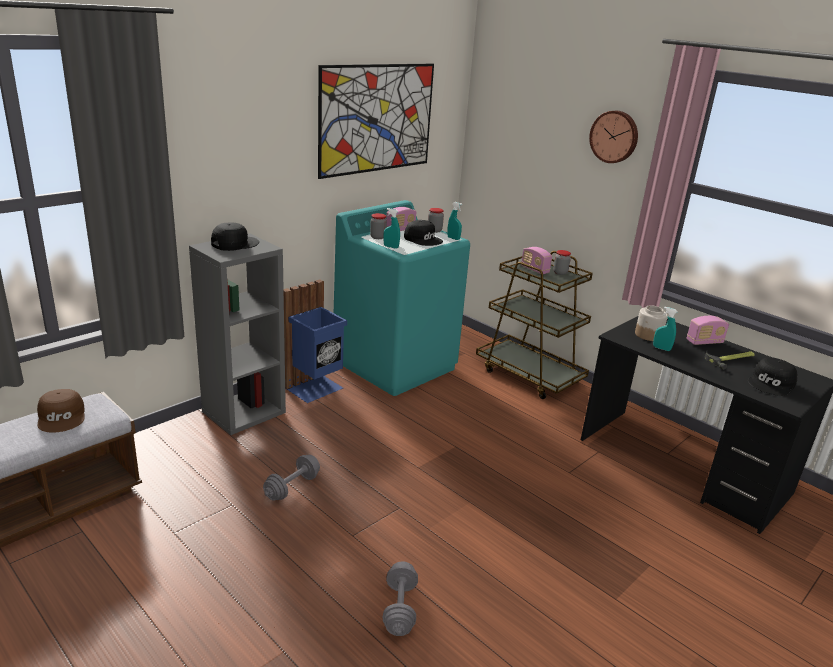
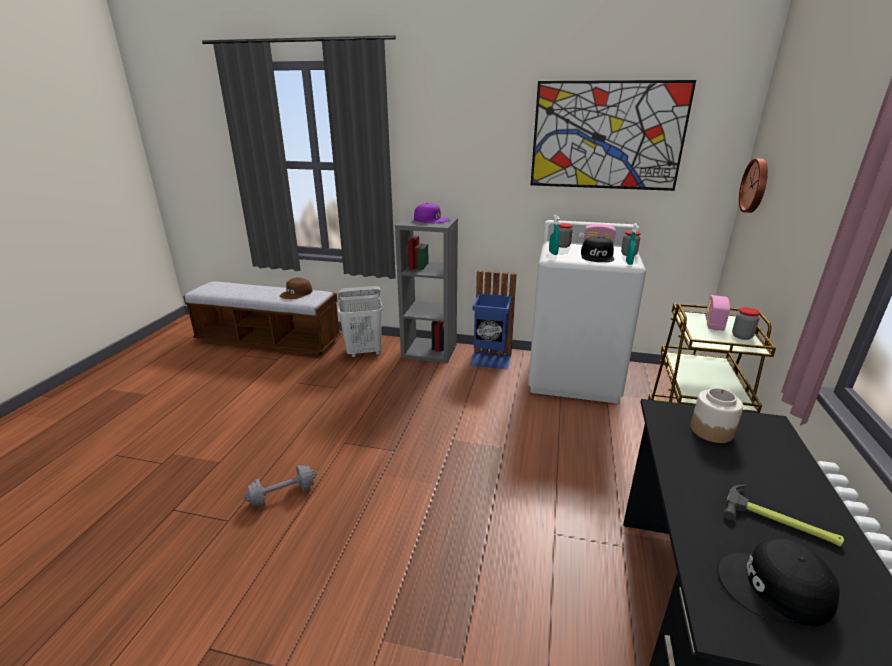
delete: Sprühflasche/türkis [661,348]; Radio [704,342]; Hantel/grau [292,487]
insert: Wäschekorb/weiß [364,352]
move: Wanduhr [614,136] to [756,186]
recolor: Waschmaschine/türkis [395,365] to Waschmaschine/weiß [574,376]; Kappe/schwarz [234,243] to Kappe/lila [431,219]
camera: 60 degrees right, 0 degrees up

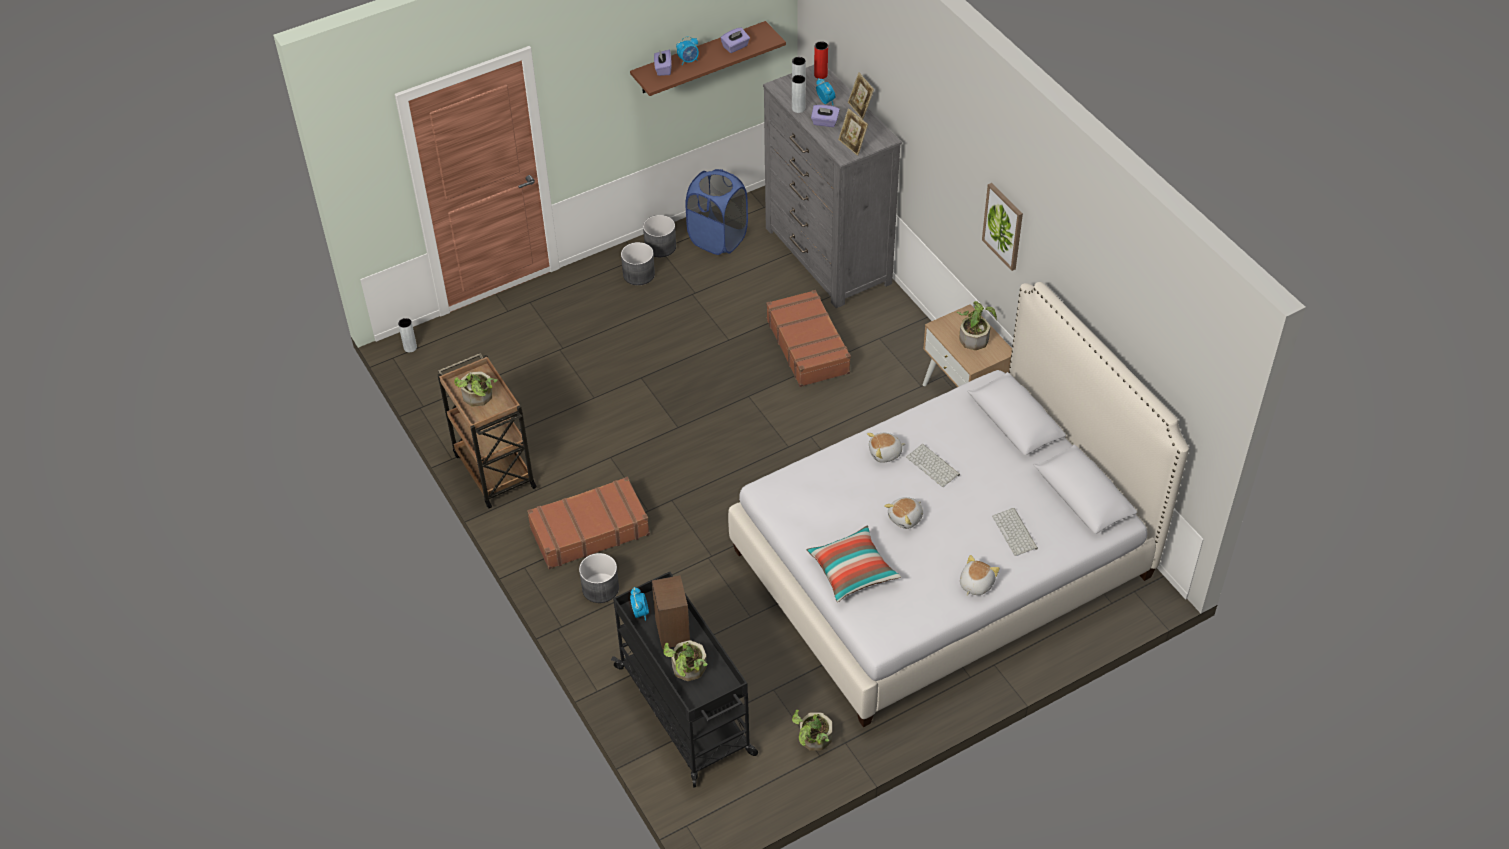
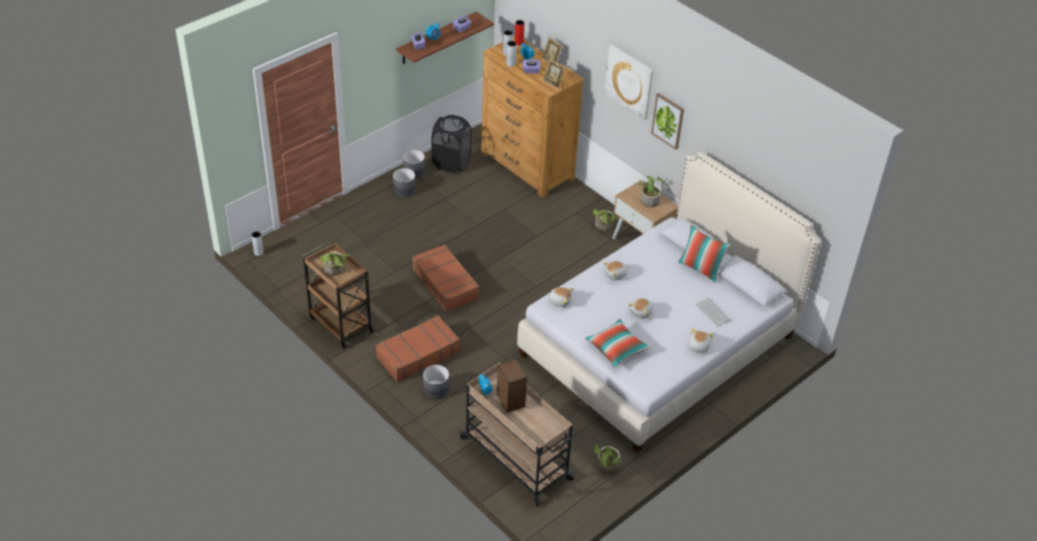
delete: Tastatur [934,466]
insert: Bild [629,81]; Kissen [700,269]; Plüschtier [560,300]
move: Koffer/braun [808,346] to [446,284]; Topfpflanze [687,671] to [603,226]
recolor: Kommode/grau [827,256] to Kommode/braun [527,166]; Wäschekorb/blau [718,239] to Wäschekorb/schwarz [451,163]; Rollwagen/schwarz [686,712] to Rollwagen/beige [517,459]
camera: 15 degrees left, 5 degrees down

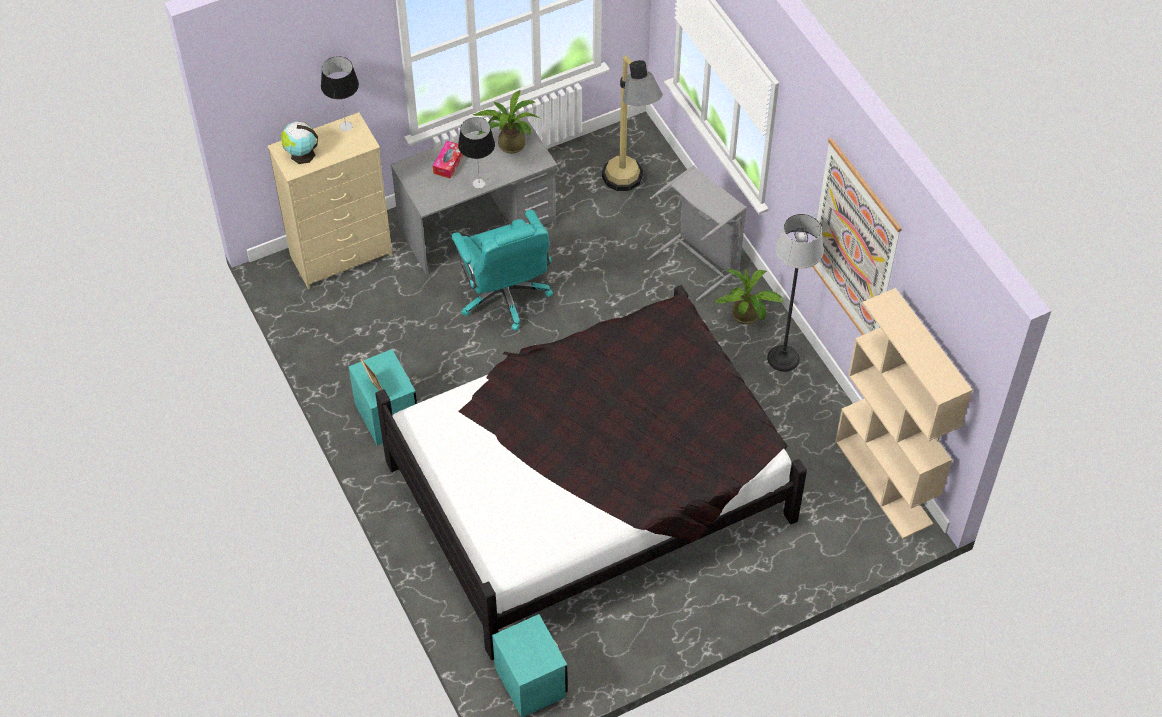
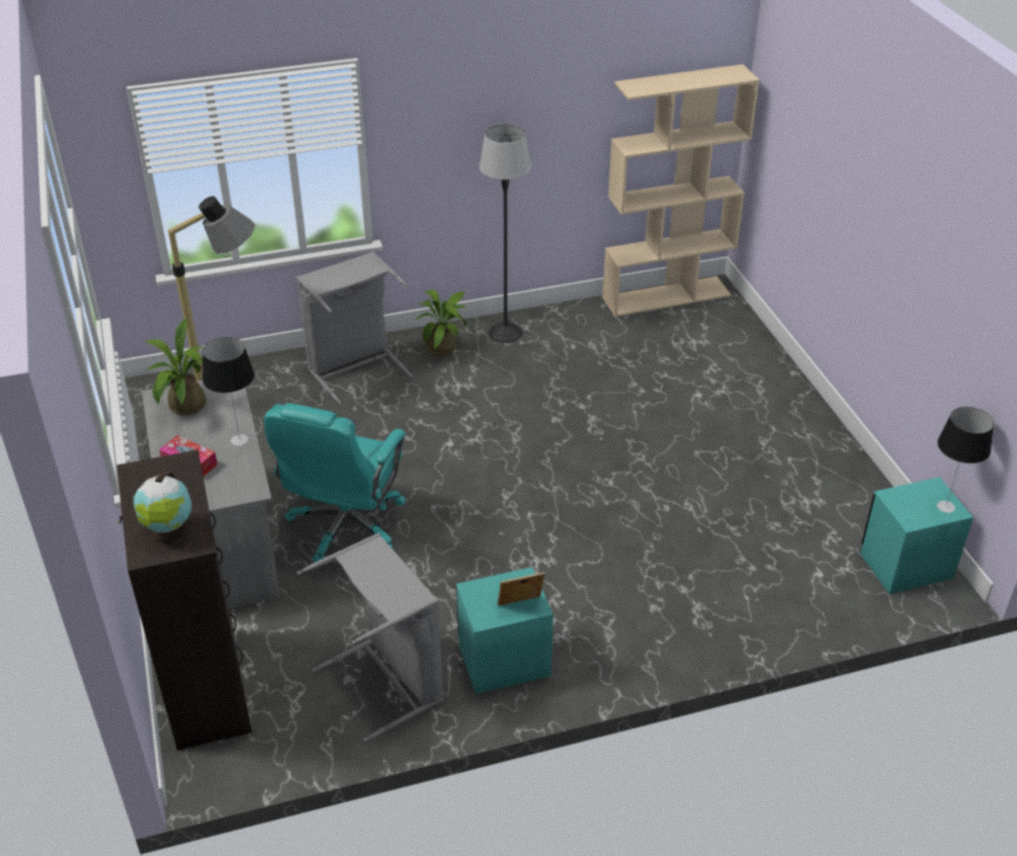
delete: Bild [854,245]; Bett/schwarz [591,489]
insert: Wäschekorb/grau [389,679]
move: Tischlampe [345,126] to [946,507]
recolor: Kommode/beige [342,256] to Kommode/schwarz [207,686]
rotate: Bürostuhl/türkis [505,296] = [346,526] 120 degrees clockwise
camera: 80 degrees left, 15 degrees down

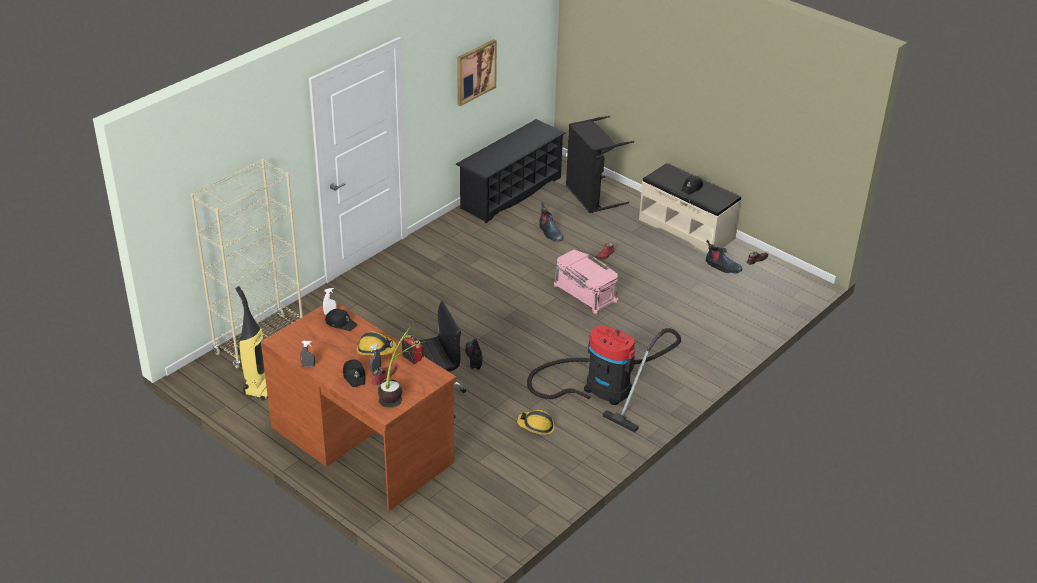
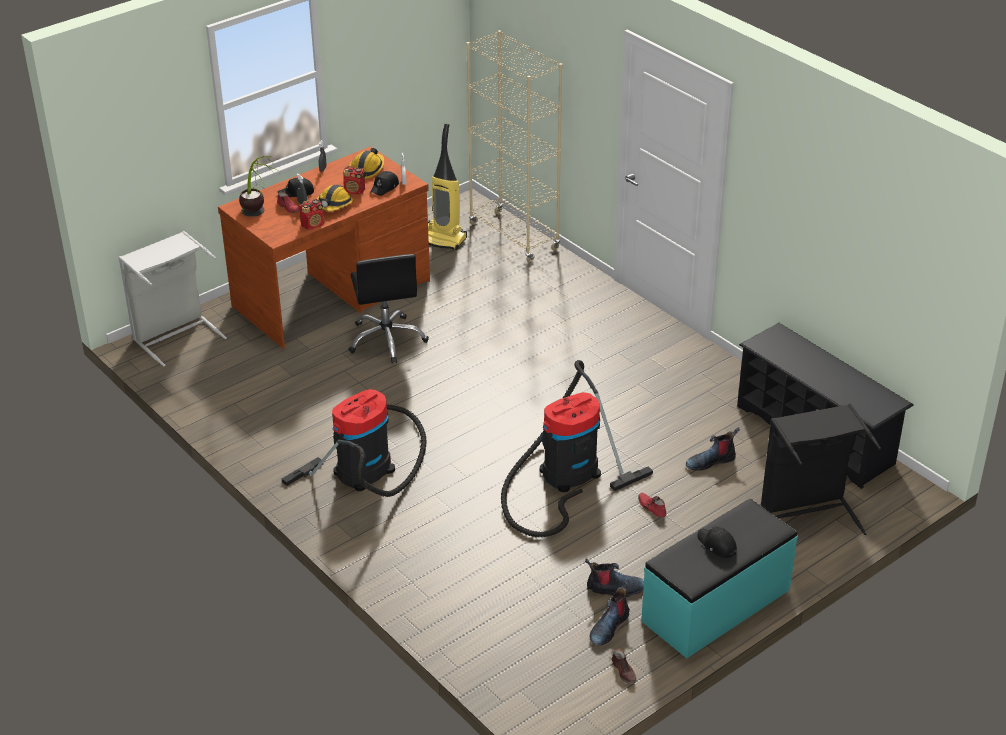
delete: Bild [475,72]
insert: Radio [354,191]; Wäschekorb/grau [175,335]
move: Stiefel [474,358] to [614,589]; Schutzhelm [536,426] to [367,169]
replace: Aufbewahrungsbox/rosa [584,292] to Staubsauger [565,477]
recolor: Bank/beige [687,228] to Bank/türkis [717,606]
camera: 100 degrees right, 0 degrees up

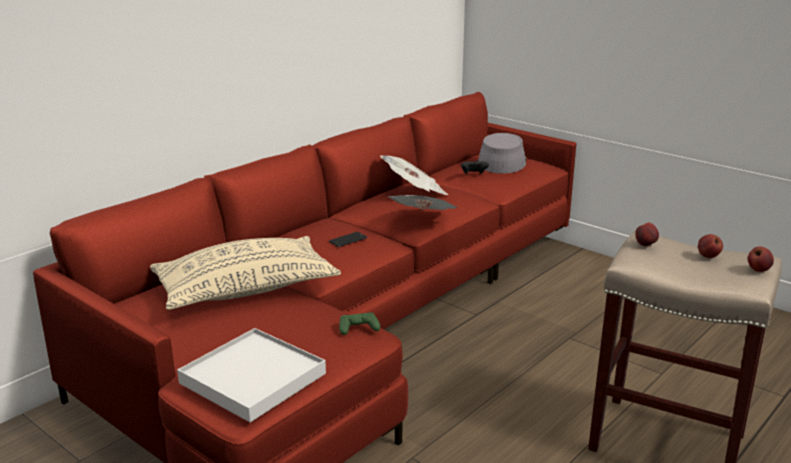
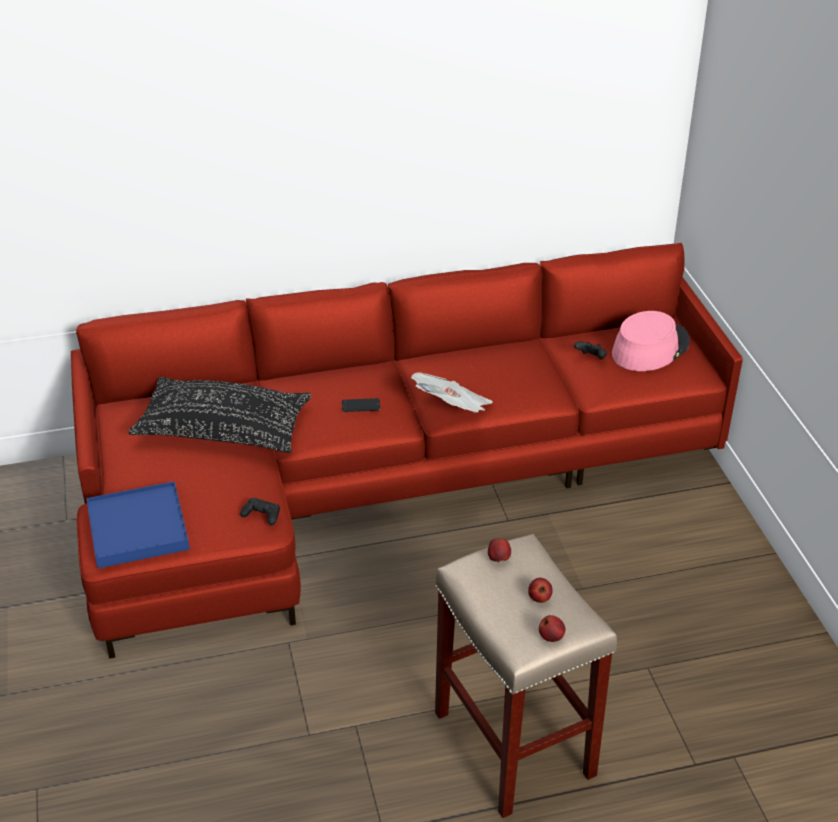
delete: Zeitung [414,192]
recolor: Hut/grau [502,161] to Hut/rosa [650,348]; Kissen/beige [246,290] to Kissen/schwarz [224,430]; Gamepad/grün [358,328] to Gamepad/schwarz [262,515]; Tablett/weiß [253,378] to Tablett/blau [138,528]
camera: 35 degrees right, 15 degrees up

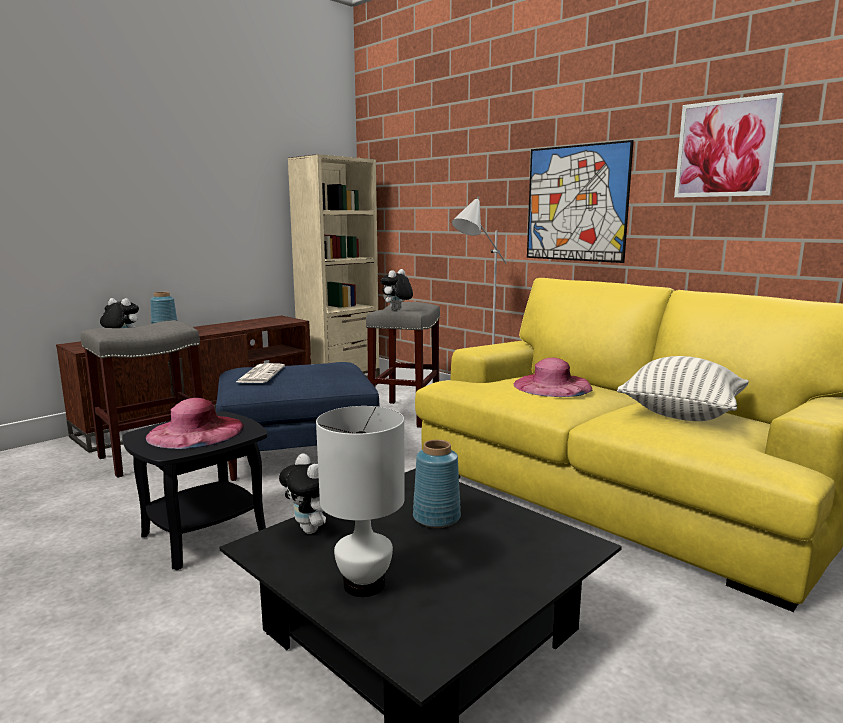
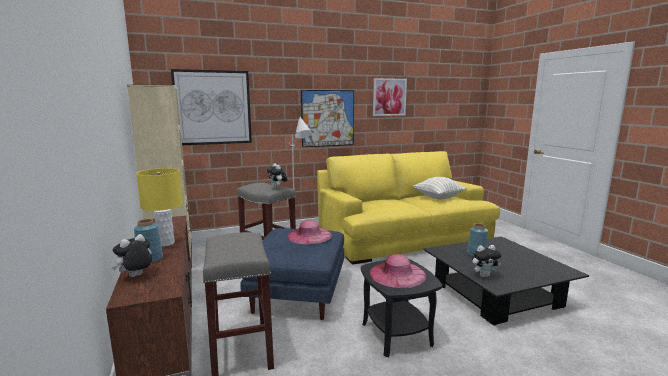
delete: Zeitung [260,374]; Tischlampe/weiß [365,584]
insert: Bild [213,107]; Tischlampe/gelb [166,243]
move: Hut/rosa [552,385] to [309,236]
camera: 65 degrees left, 0 degrees up

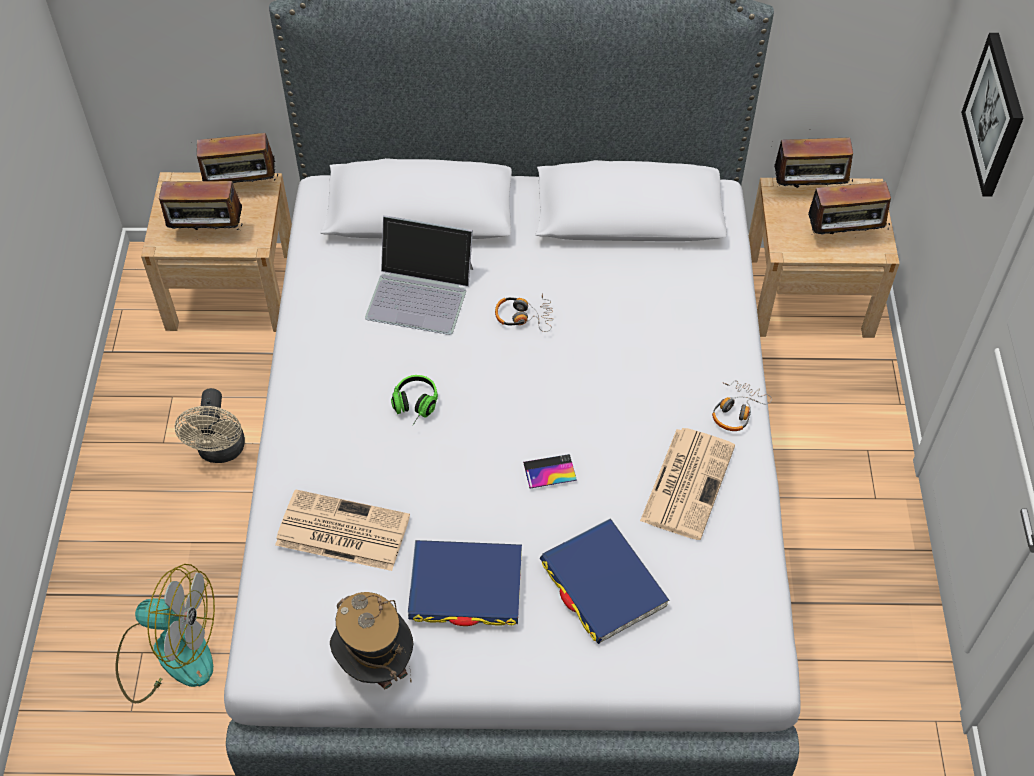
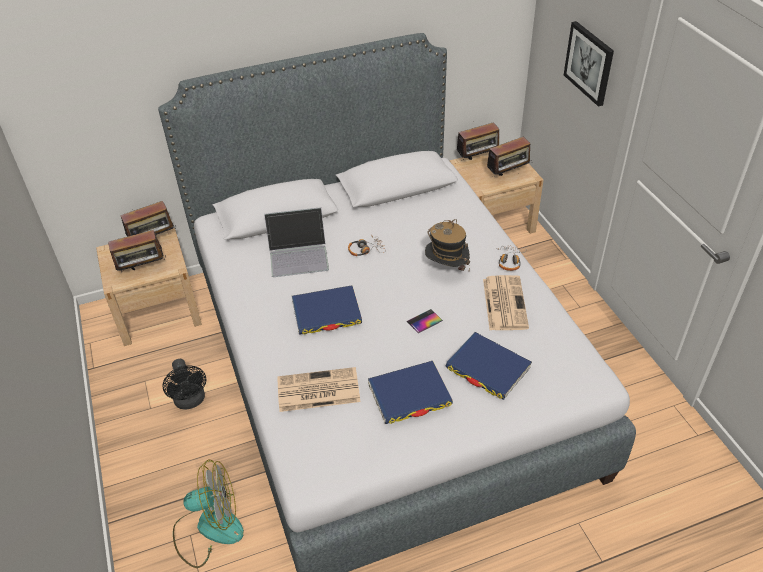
move: Hut [375,663] to [446,270]
replace: Kopfhörer [414,408] to Buch/blau [326,313]
recolor: Ventilator/beige [221,451] to Ventilator/schwarz [190,401]
camera: 20 degrees left, 10 degrees down

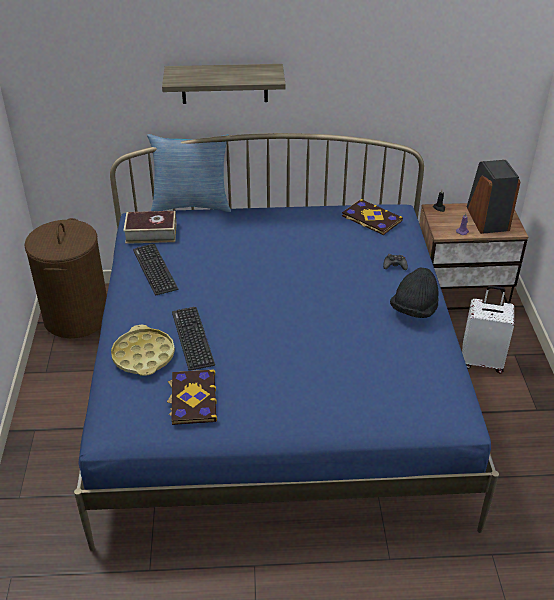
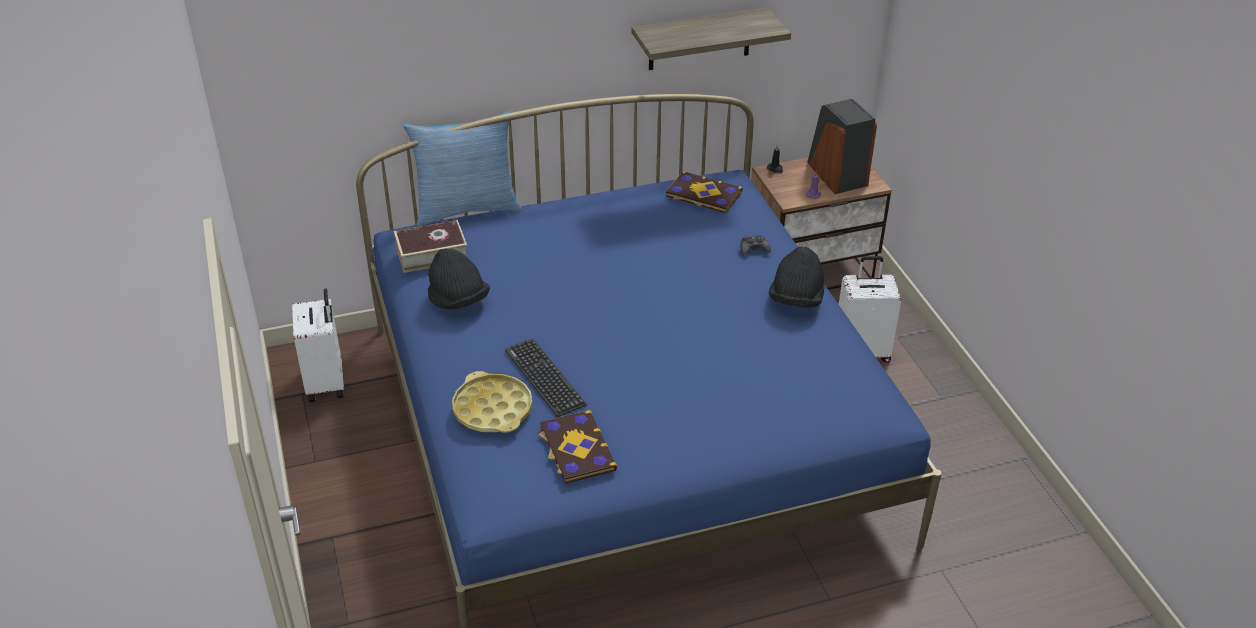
move: Wandregal [224,83] to [699,39]
replace: Wäschekorb/braun [77,317] to Koffer/weiß [327,383]; Tastatur [155,269] to Hut/schwarz [458,300]
camera: 15 degrees left, 0 degrees up

